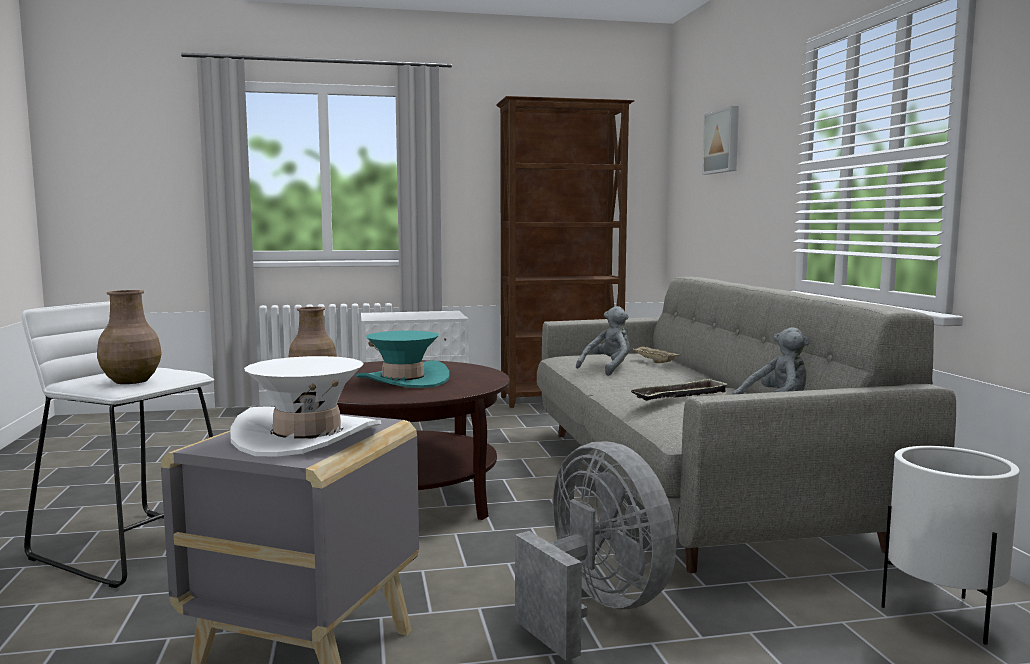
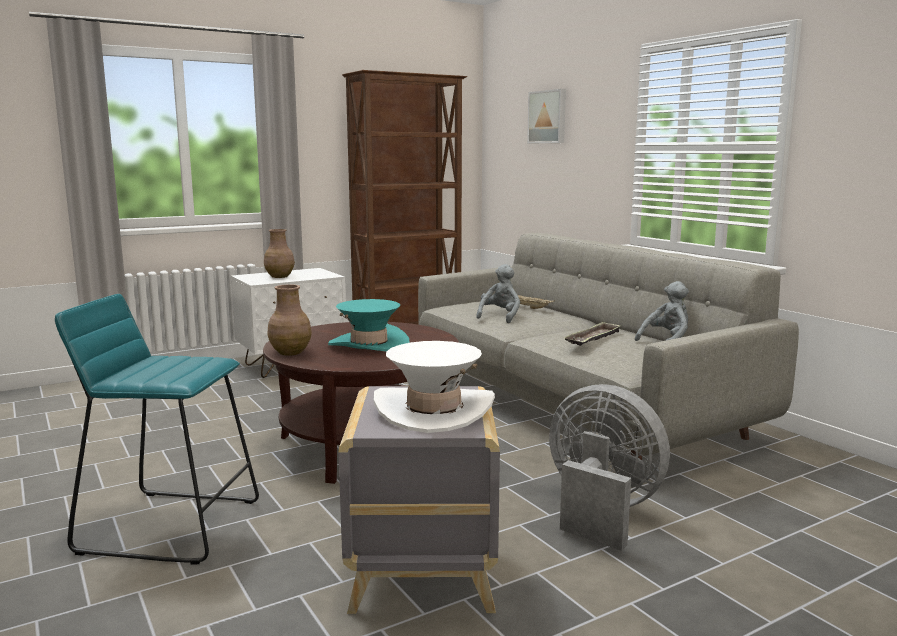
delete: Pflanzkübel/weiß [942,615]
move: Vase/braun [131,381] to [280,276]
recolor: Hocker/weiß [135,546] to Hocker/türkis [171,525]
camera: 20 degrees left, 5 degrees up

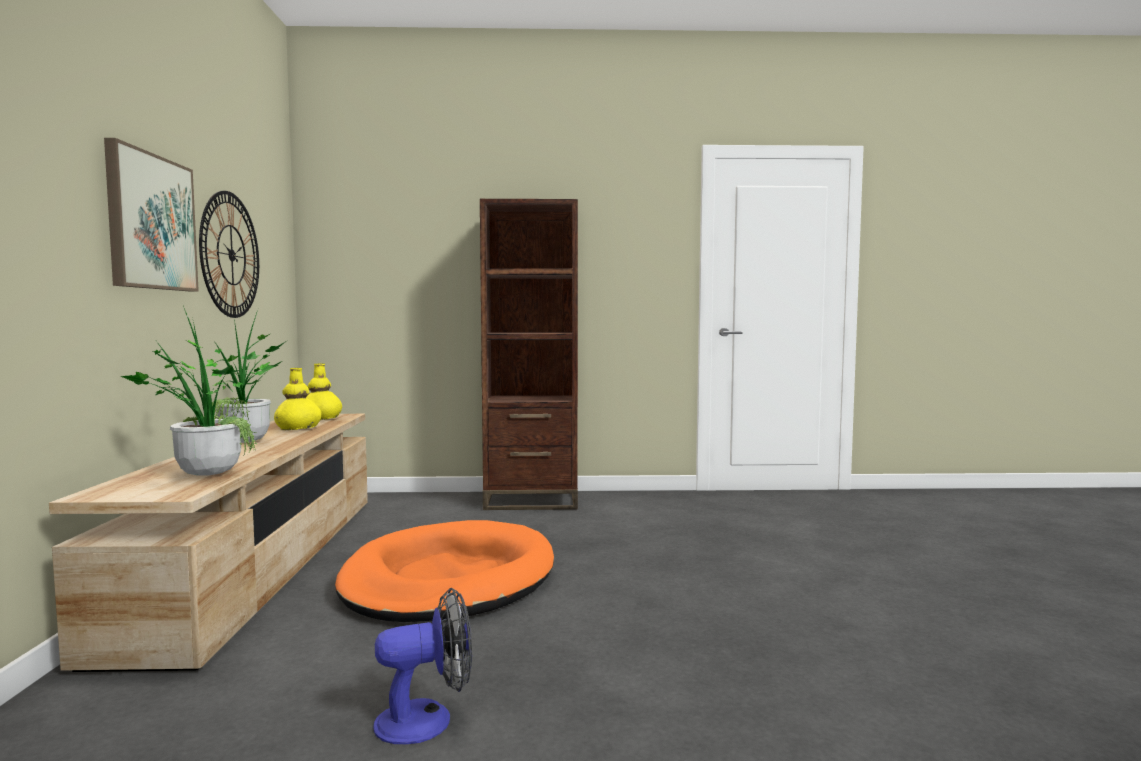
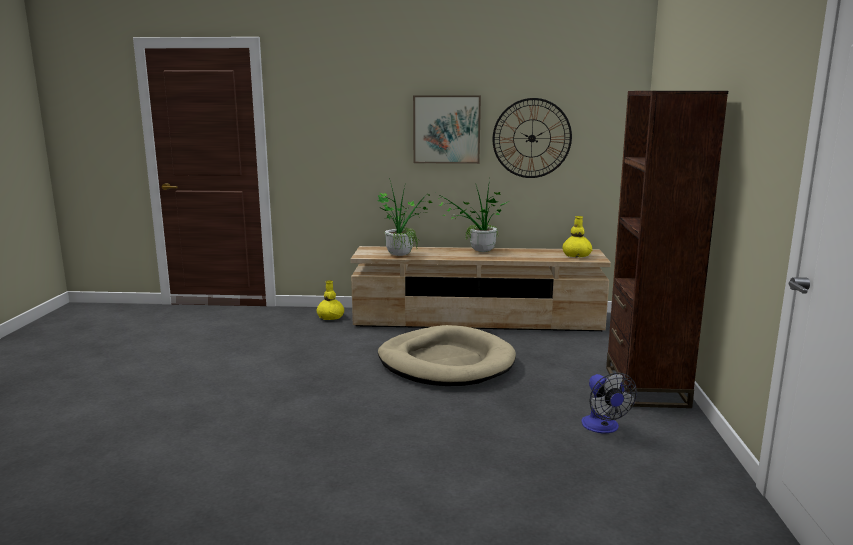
move: Vase/gelb [298,428] to [330,317]; Ventilator [427,719] to [603,427]
recolor: Hundebett/orange [449,580] to Hundebett/beige [446,362]
camera: 95 degrees right, 10 degrees up

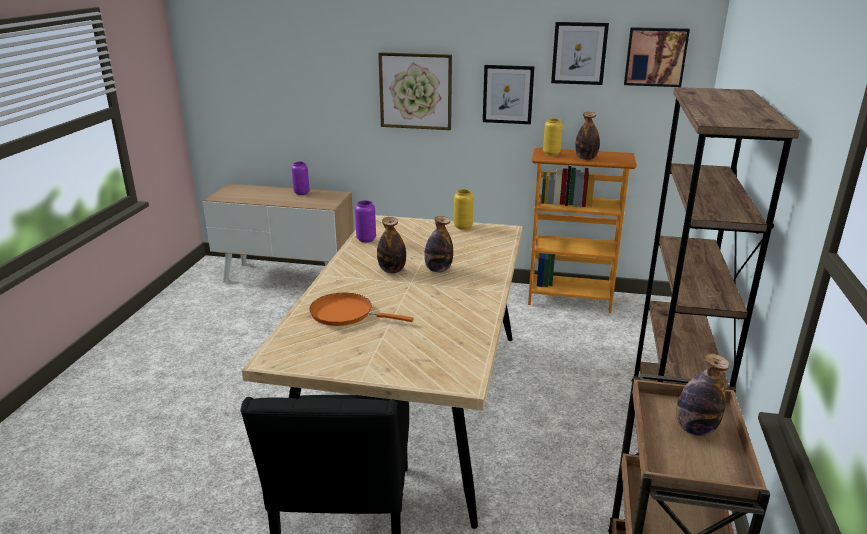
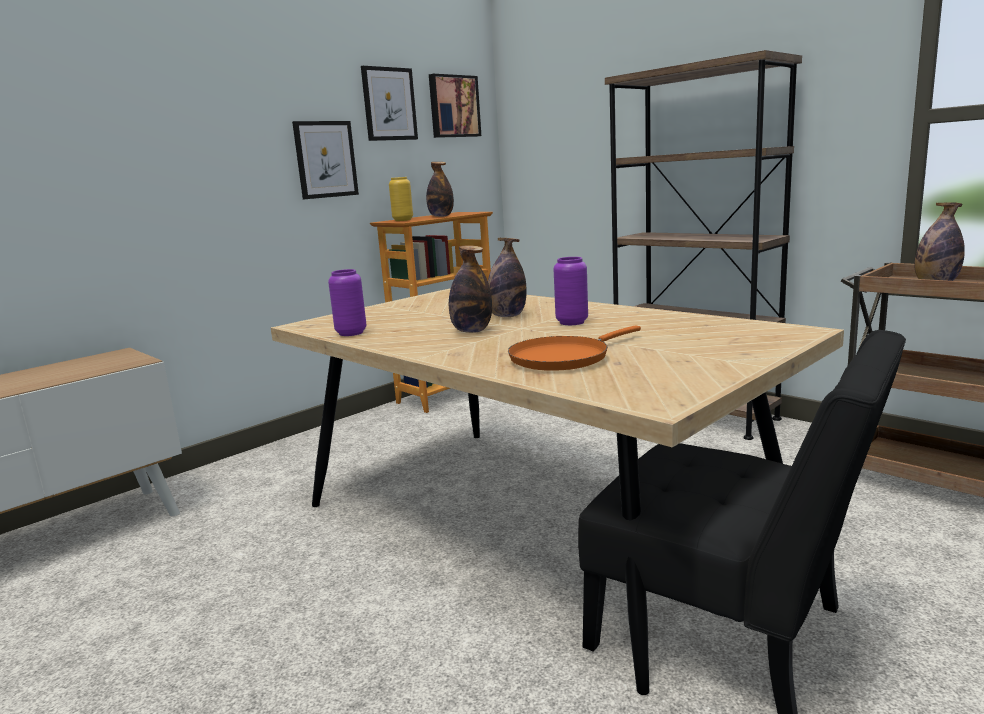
delete: Bild [415,91]; Vase/gelb [463,227]
move: Vase/lila [301,193] to [572,322]
camera: 55 degrees left, 10 degrees down

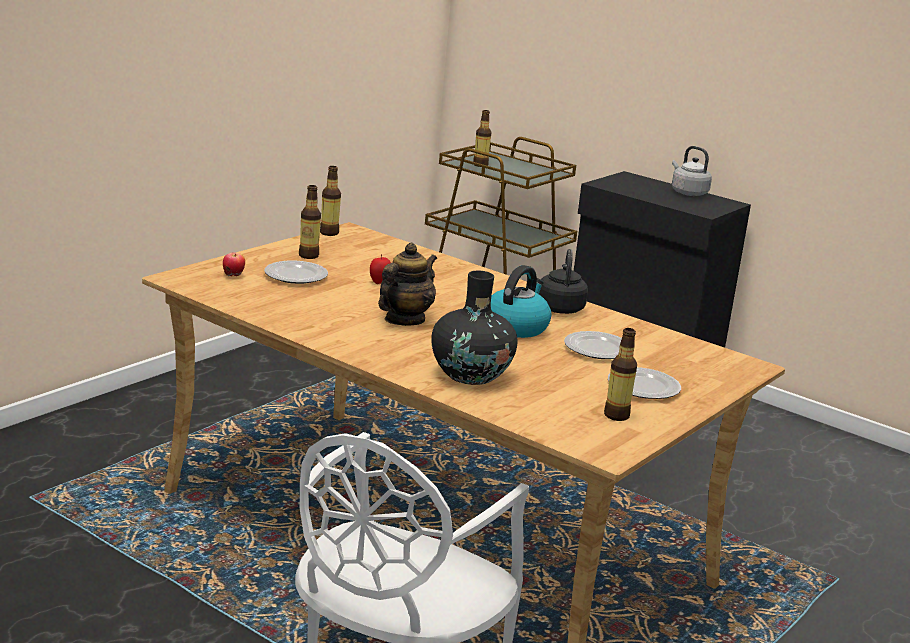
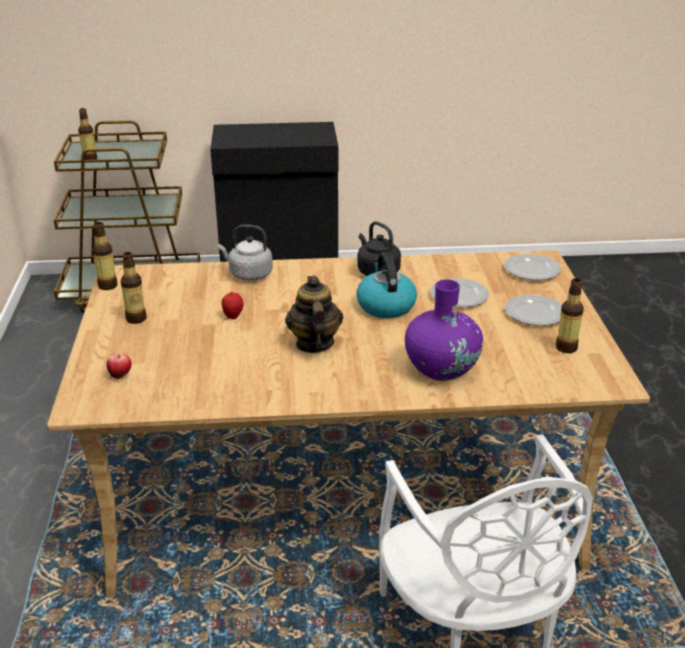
move: Wasserkessel/grau [687,192] to [248,274]; Teller [295,276] to [531,270]
recolor: Vase/schwarz [470,375] to Vase/lila [441,369]
camera: 40 degrees left, 10 degrees up

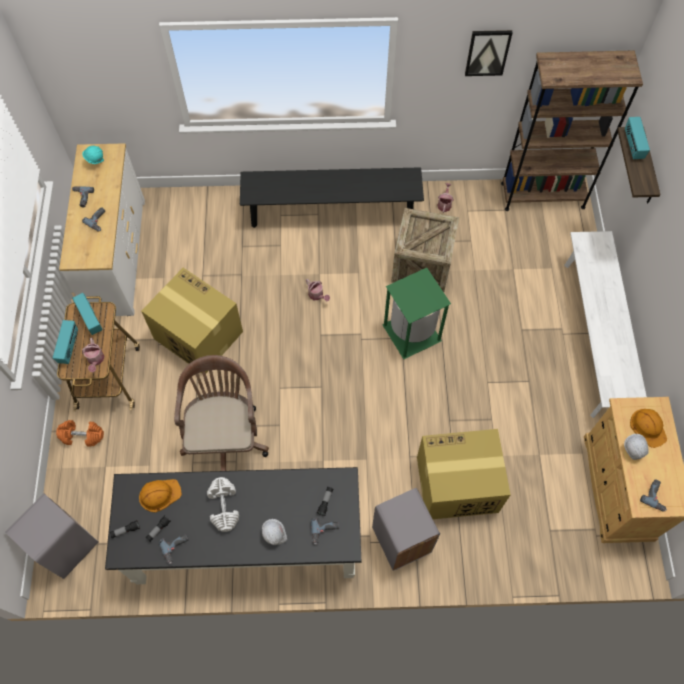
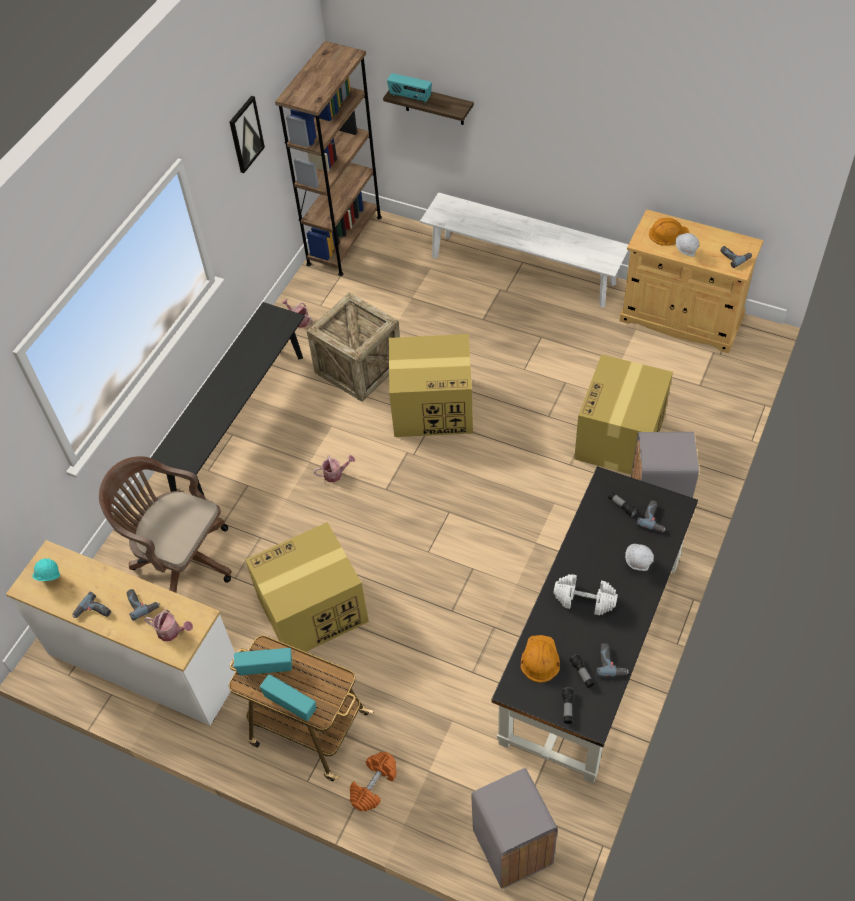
move: Gießkanne [96,360] to [172,632]; Bürostuhl/braun [225,436] to [180,559]
replace: Mülleimer/grün [413,333] to Karton [434,407]
camera: 60 degrees left, 10 degrees down

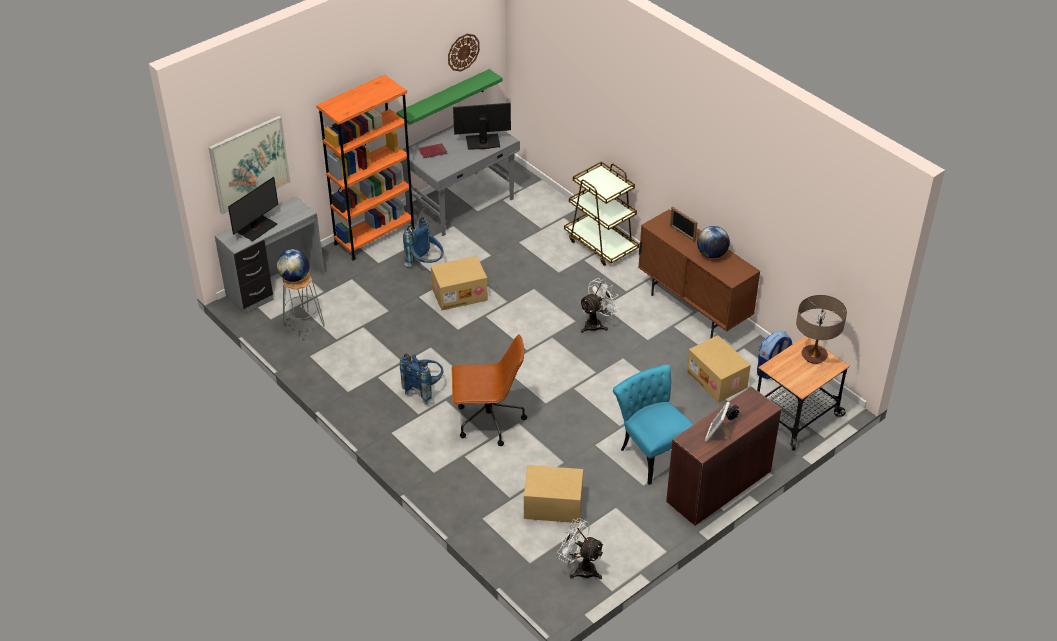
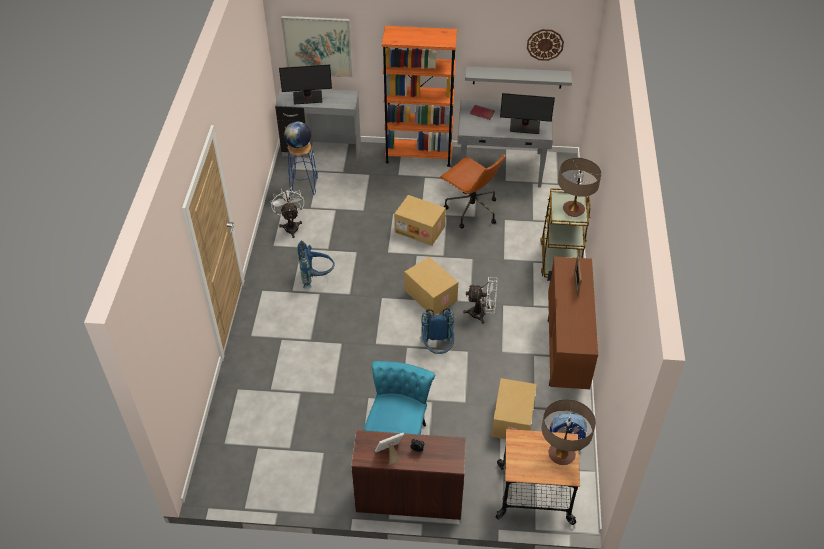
delete: Globus [711,254]
insert: Tischlampe [573,210]
move: Rucksack/blau [426,264] to [438,349]; Bürostuhl/braun [488,421] to [471,210]; Karton [552,506] to [429,295]; Ventilator/weiß [580,568] to [291,226]
recolor: Wandregal/grün [444,99] to Wandregal/grau [517,77]; Hocker/grau [303,326] to Hocker/blau [303,186]
rotate: Monitor [483,142] = [524,126] 150 degrees clockwise
camera: 45 degrees right, 5 degrees up

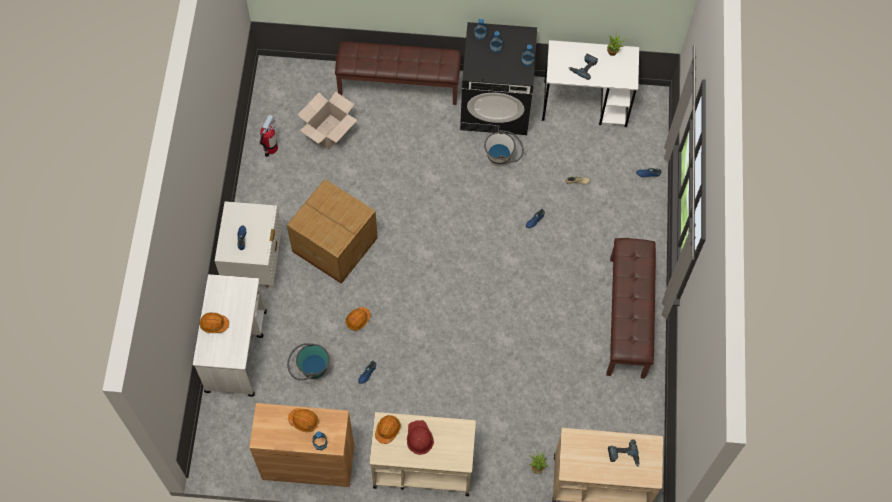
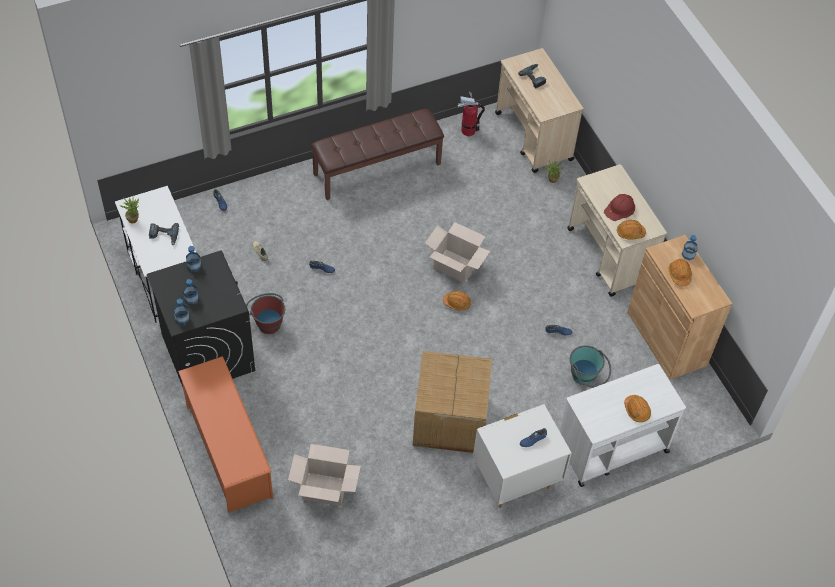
insert: Karton [455,266]
move: Feuerlöscher [270,148] to [468,130]; Schutzhelm/orange [358,320] to [457,303]
replace: Bank/braun [399,84] to Schuhregal/orange [228,450]
recolor: Eimer/weiß [503,157] to Eimer/rot [267,321]
camera: 120 degrees left, 10 degrees down

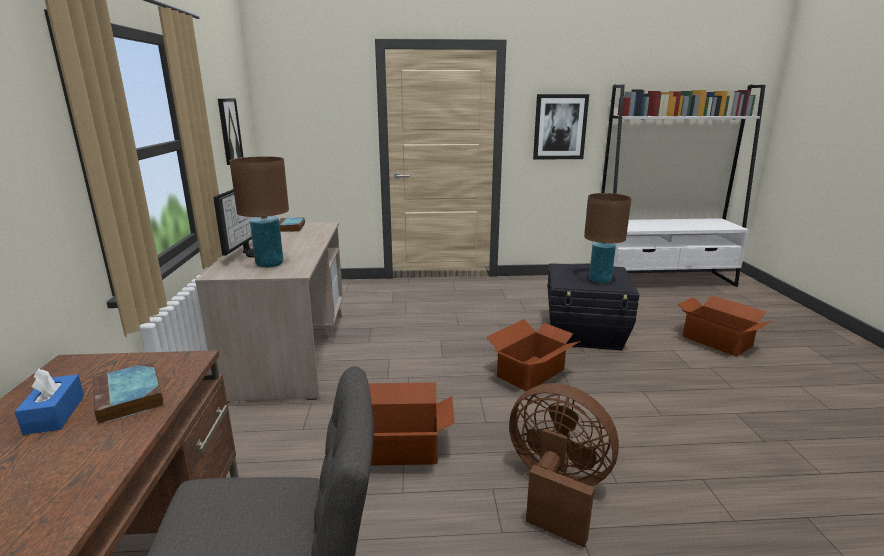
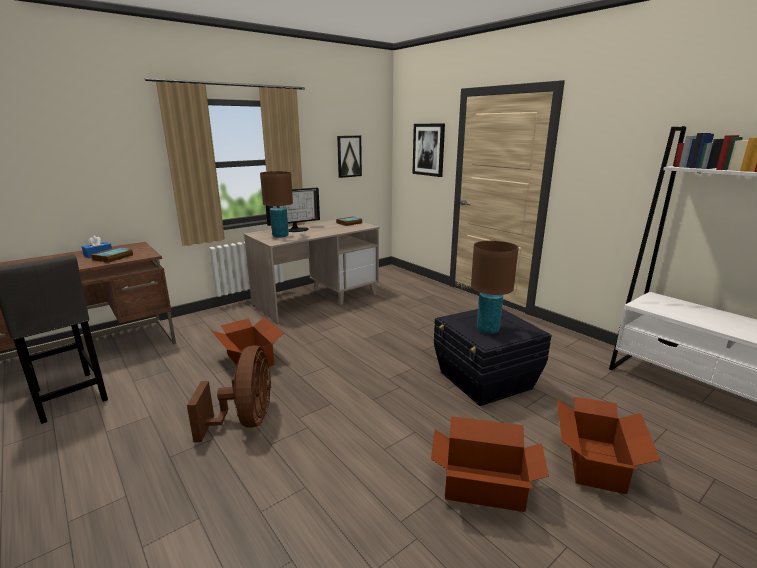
move: Bild [560,127] to [428,149]; Karton [531,373] to [484,487]
camera: 55 degrees right, 0 degrees up

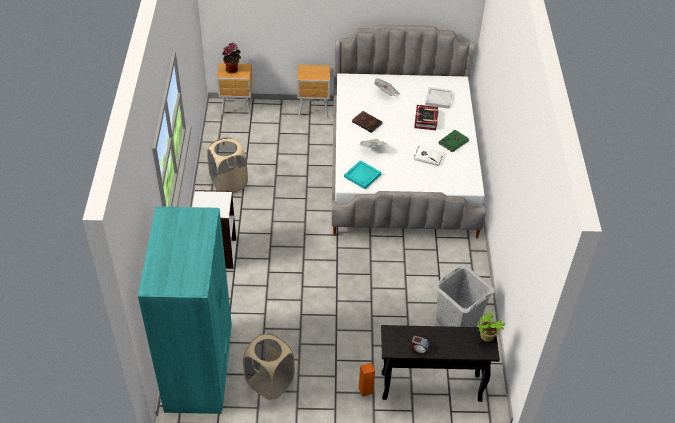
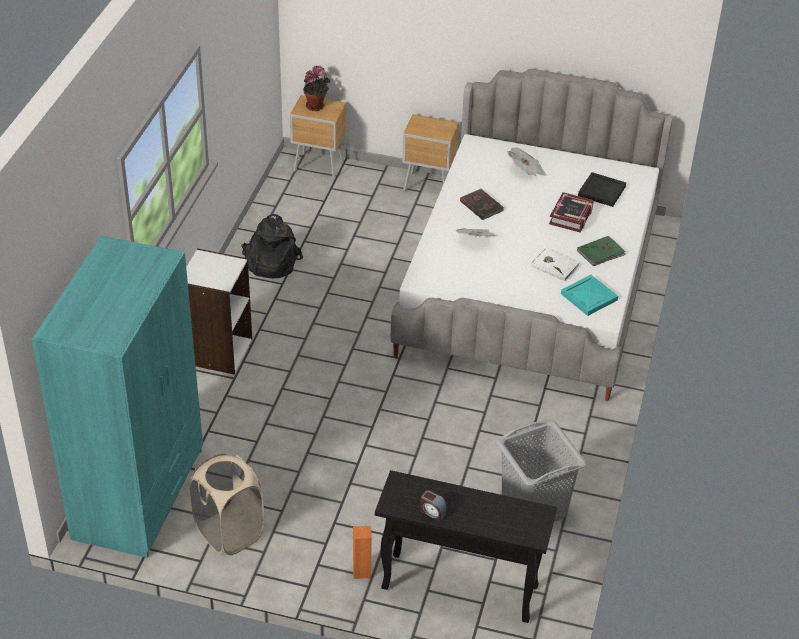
delete: Topfpflanze [486,337]
move: Tablett/türkis [363,175] to [590,297]
replace: Wäschekorb/beige [229,183] to Rucksack/schwarz [270,262]
recolor: Tablett/weiß [438,98] to Tablett/schwarz [601,191]
camera: 15 degrees right, 5 degrees down

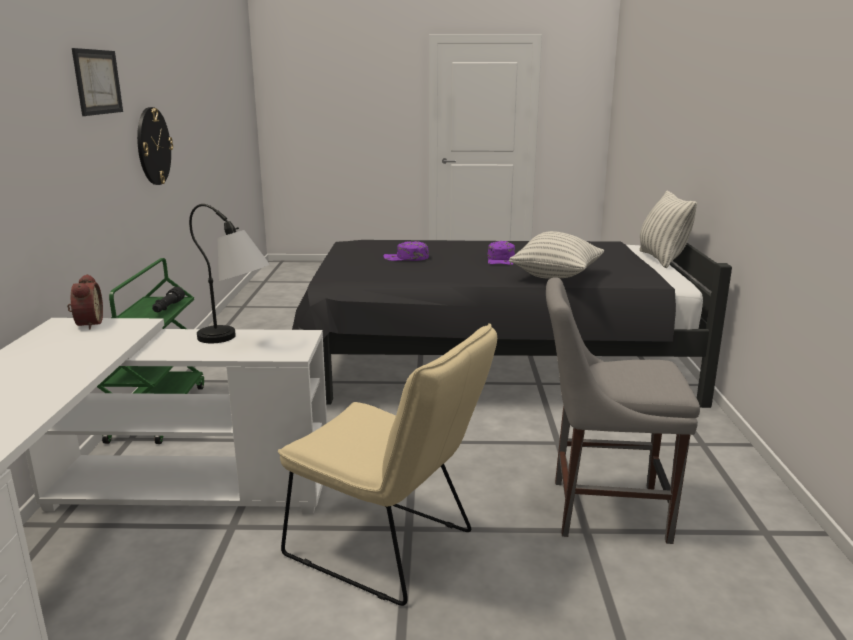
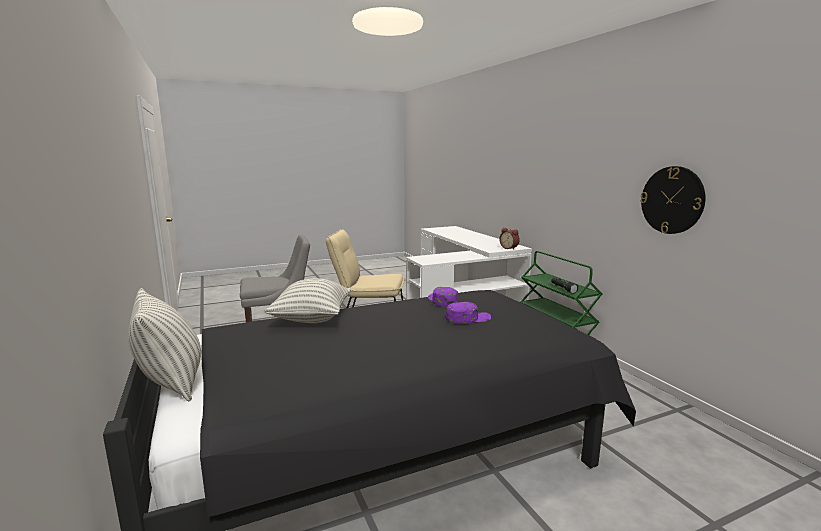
delete: Bild [97,82]; Tischlampe [236,341]
move: Kappe/lila [501,260] to [442,301]
camera: 155 degrees right, 5 degrees down

